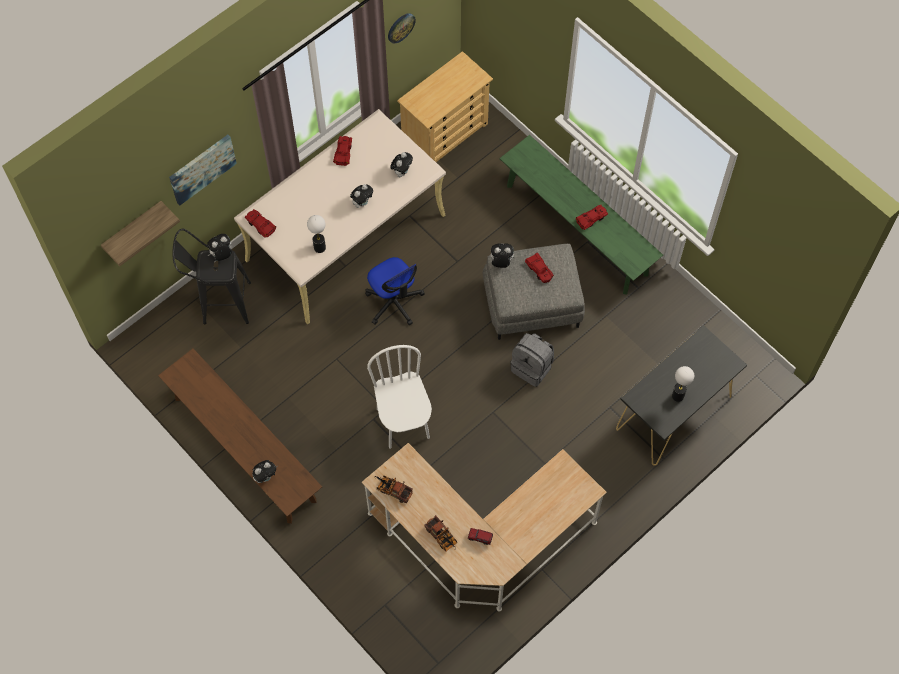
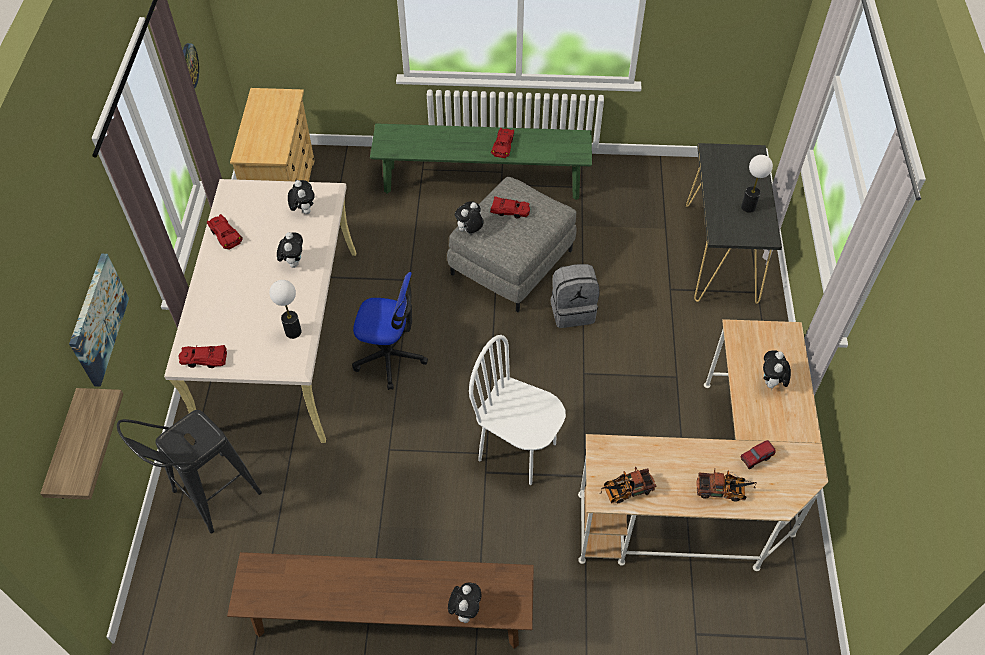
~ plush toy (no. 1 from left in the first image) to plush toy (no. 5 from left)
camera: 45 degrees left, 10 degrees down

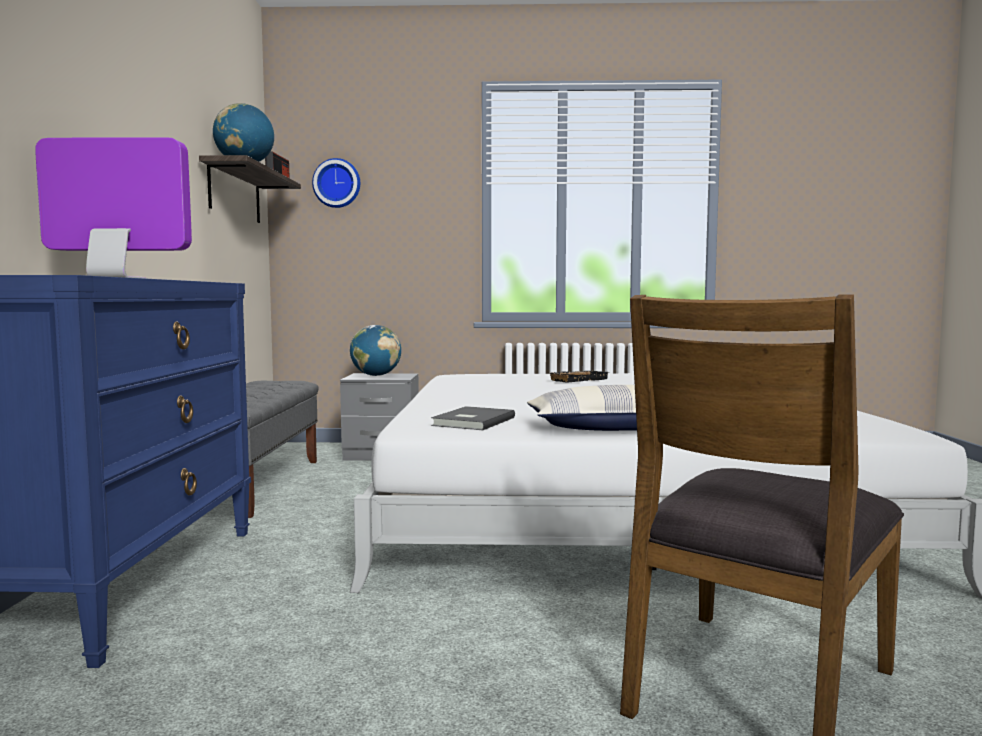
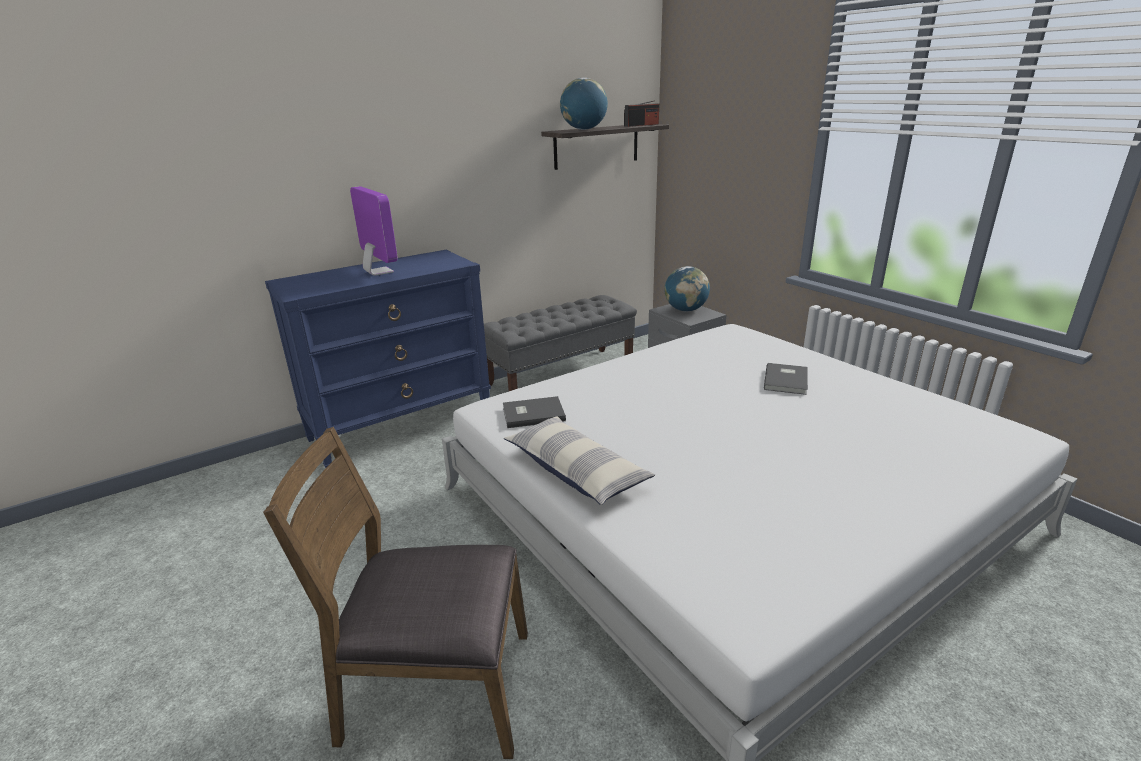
- wall clock
~ black tray to grey book (no. 2 from left)
camera: 55 degrees right, 20 degrees up

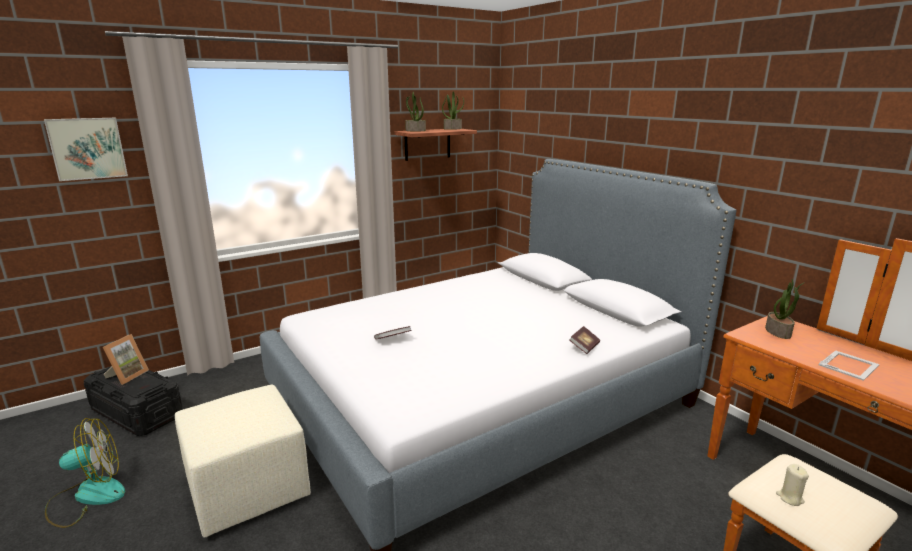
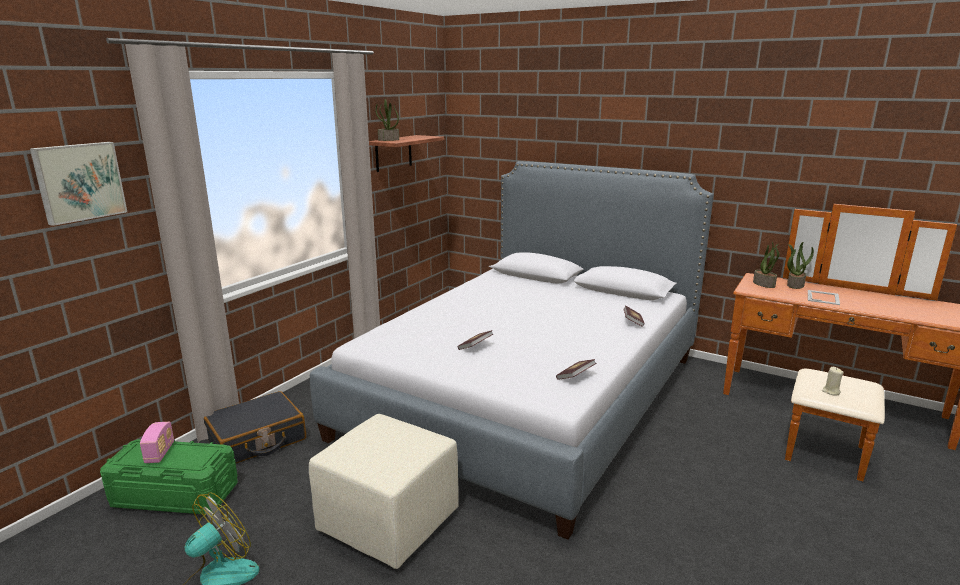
~ black storage box to green storage box
~ picture frame (no. 1 from left) to radio
~ potted plant (no. 2 from left in the first image) to potted plant (no. 3 from left)
+ black suitcase
+ book (no. 2 from left)
camera: 25 degrees left, 0 degrees up

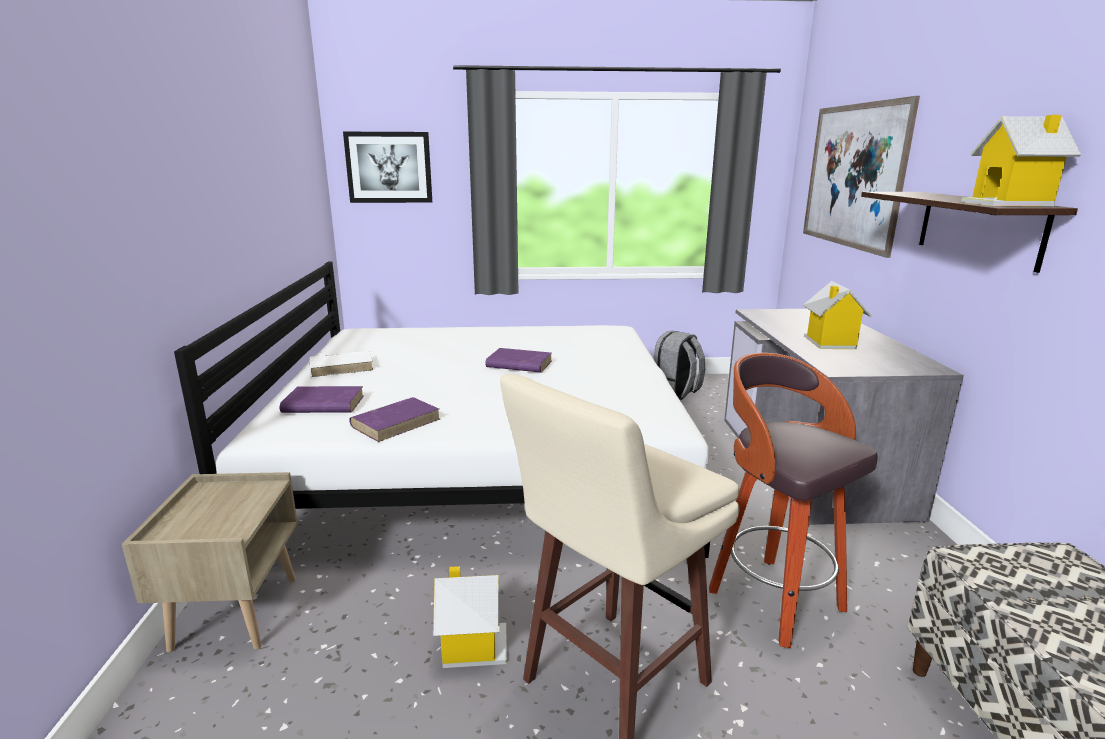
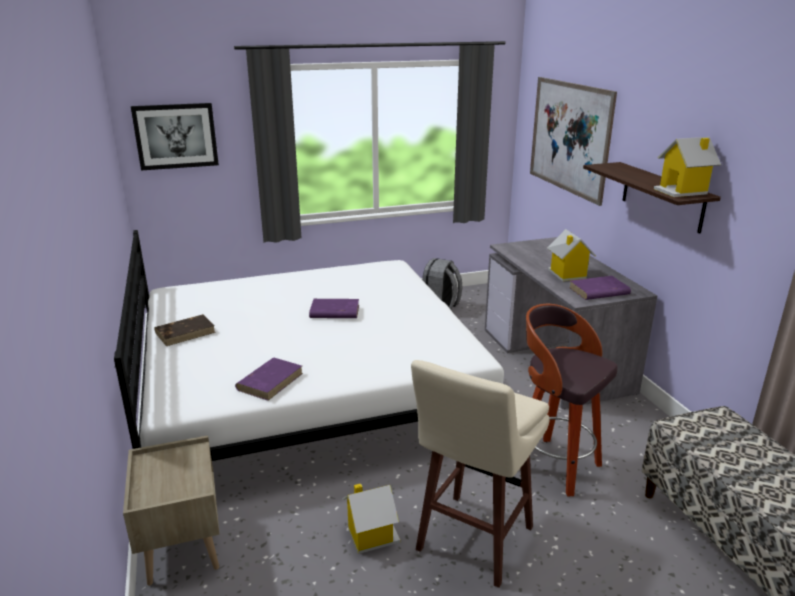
~ purple book (no. 1 from left in the first image) to purple book (no. 3 from left)
~ white book to brown book
camera: 15 degrees left, 5 degrees up

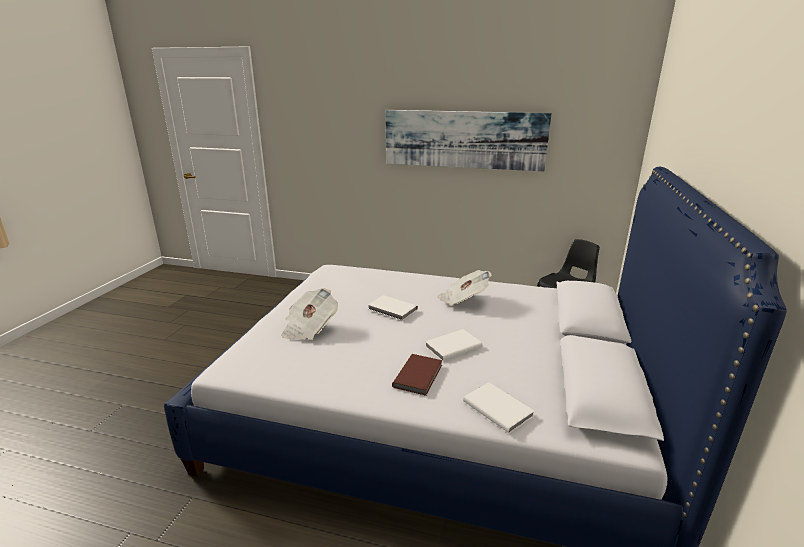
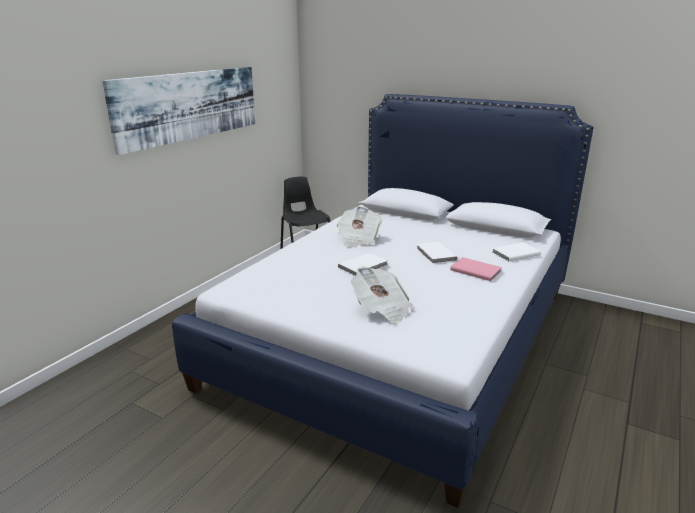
~ brown book to pink book
camera: 75 degrees left, 0 degrees up

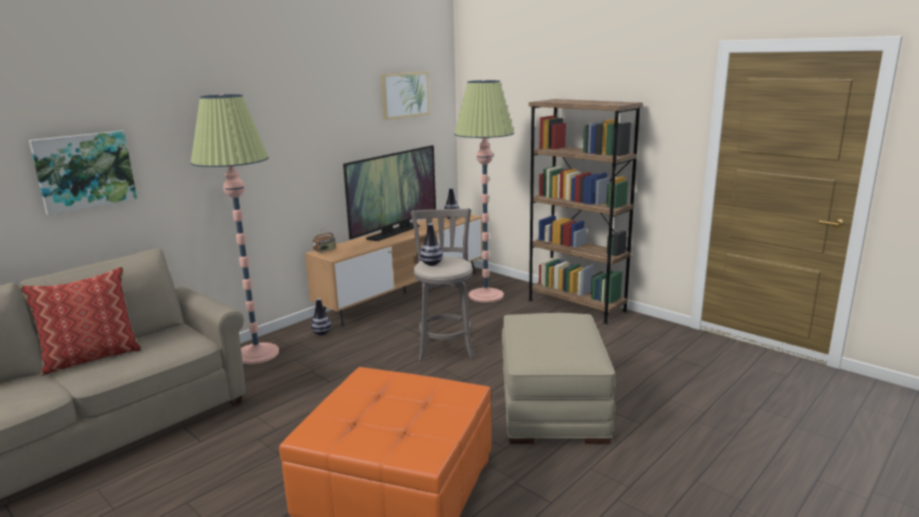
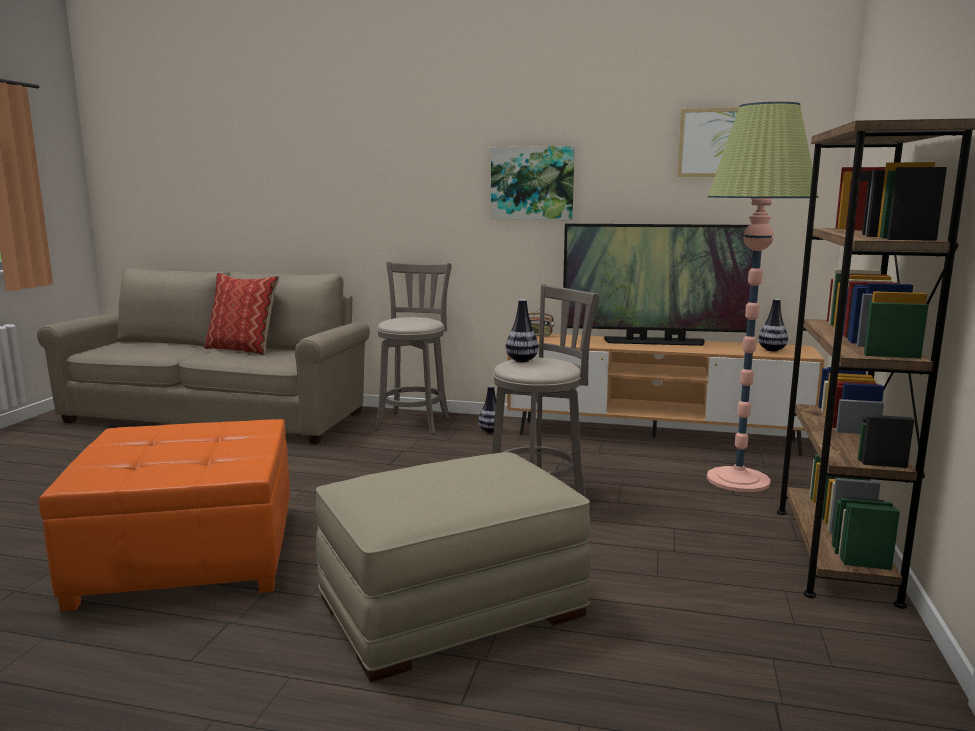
~ picture (no. 1 from left)
~ floor lamp (no. 1 from left) to grey stool (no. 1 from left)
camera: 60 degrees right, 5 degrees down

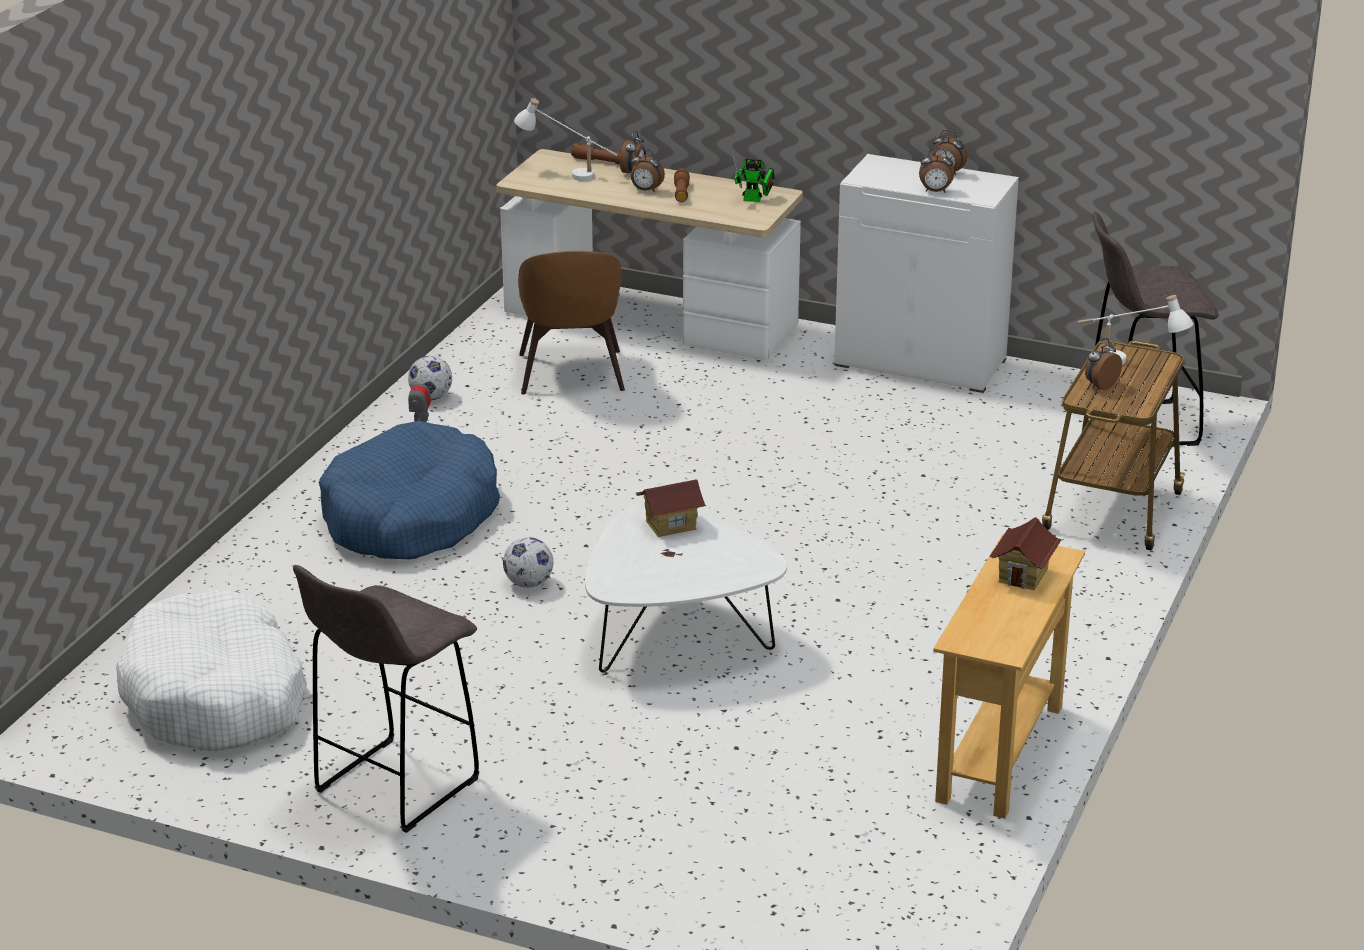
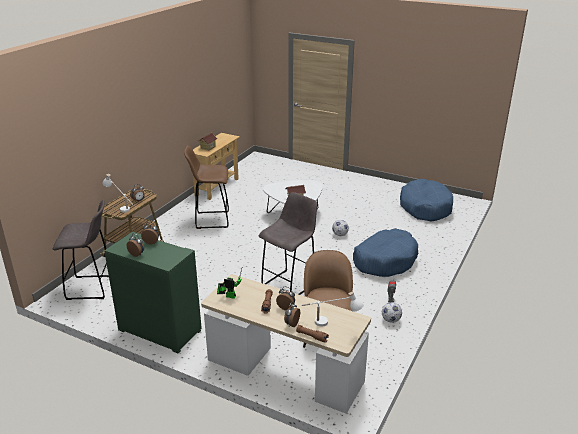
~ white dog bed to blue dog bed (no. 2 from left)
~ grey stool (no. 1 from left in the first image) to grey stool (no. 2 from left)
~ white cabinet to green cabinet
+ brown stool
camera: 175 degrees left, 0 degrees up

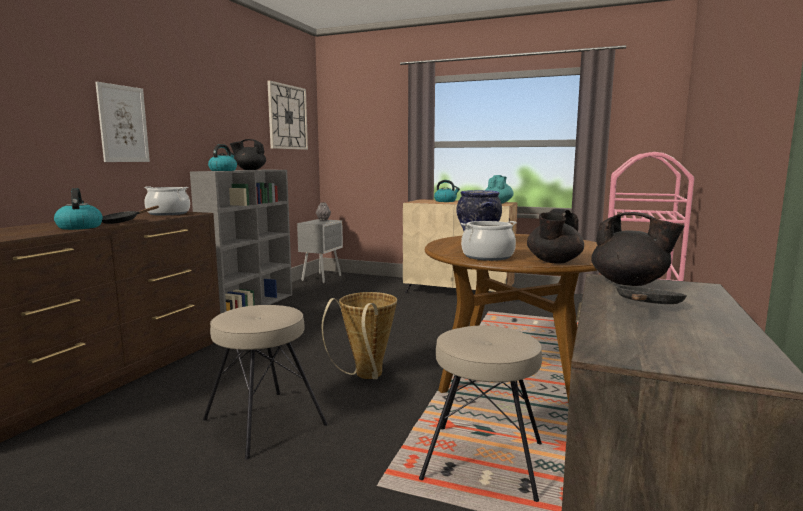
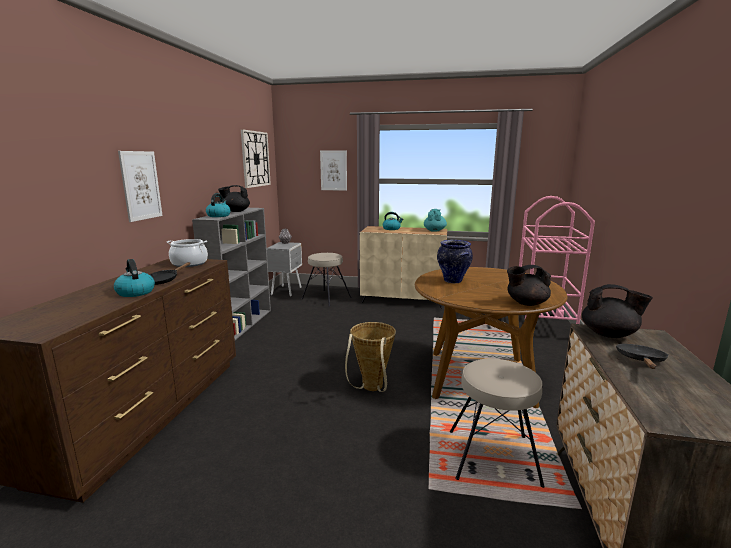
~ beige stool (no. 1 from left)
- cooking pot (no. 2 from left)
~ black teapot (no. 2 from left) 60 degrees clockwise
+ picture (no. 2 from left)
camera: 10 degrees left, 5 degrees up

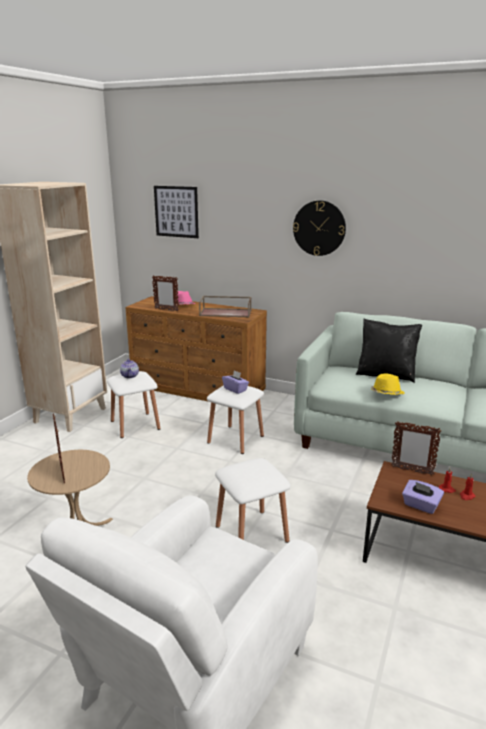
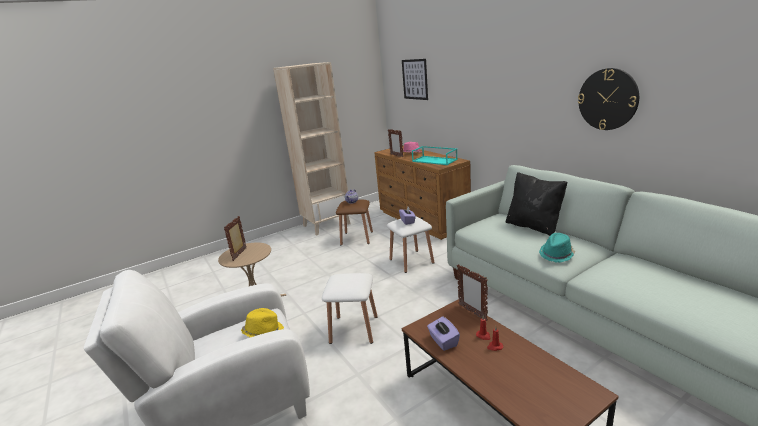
~ white stool (no. 1 from left) to brown stool
~ brown tray to turquoise tray
~ wall clock
~ yellow hat
+ turquoise hat
camera: 35 degrees right, 0 degrees up

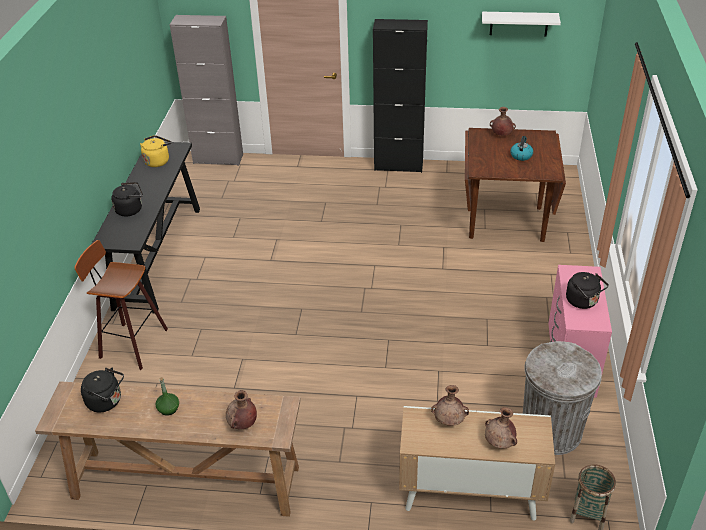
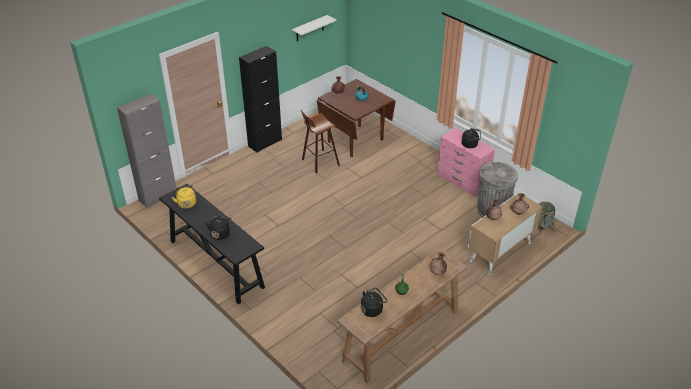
~ stool
camera: 50 degrees left, 0 degrees up

